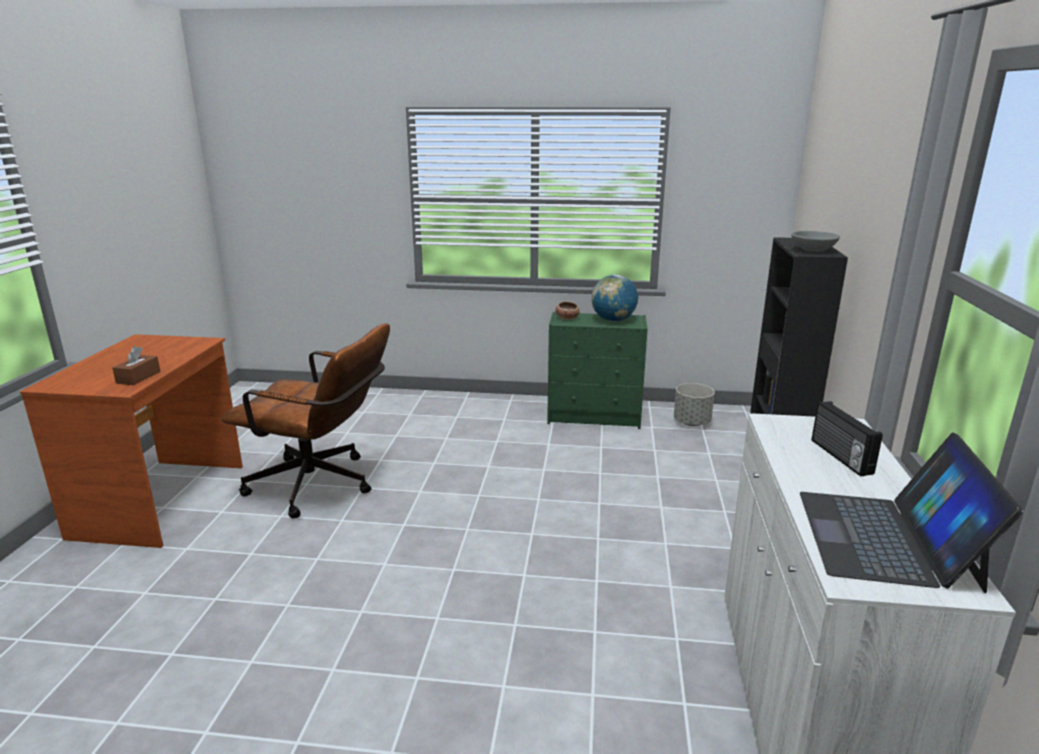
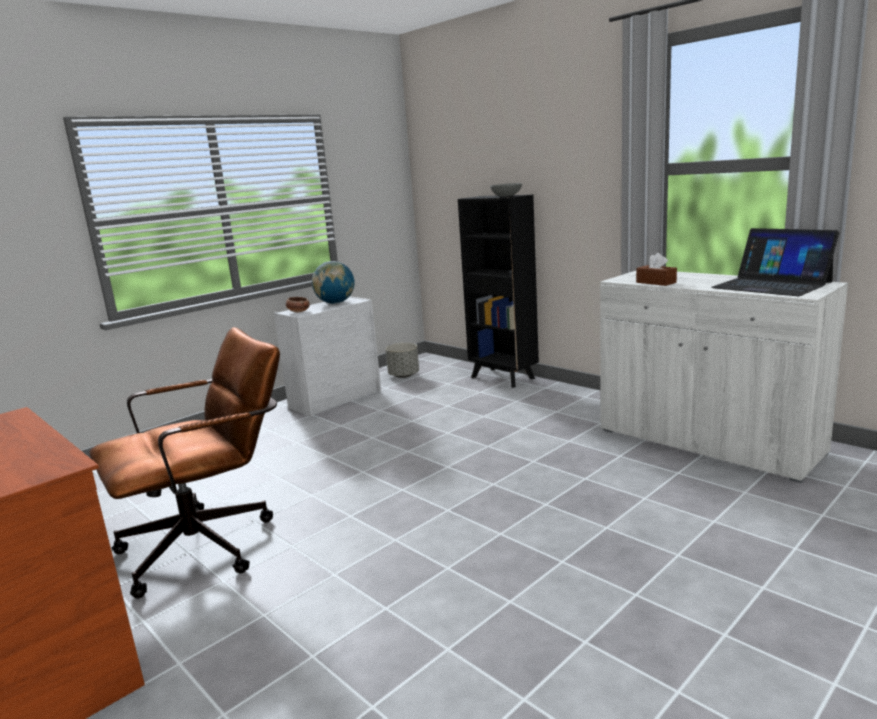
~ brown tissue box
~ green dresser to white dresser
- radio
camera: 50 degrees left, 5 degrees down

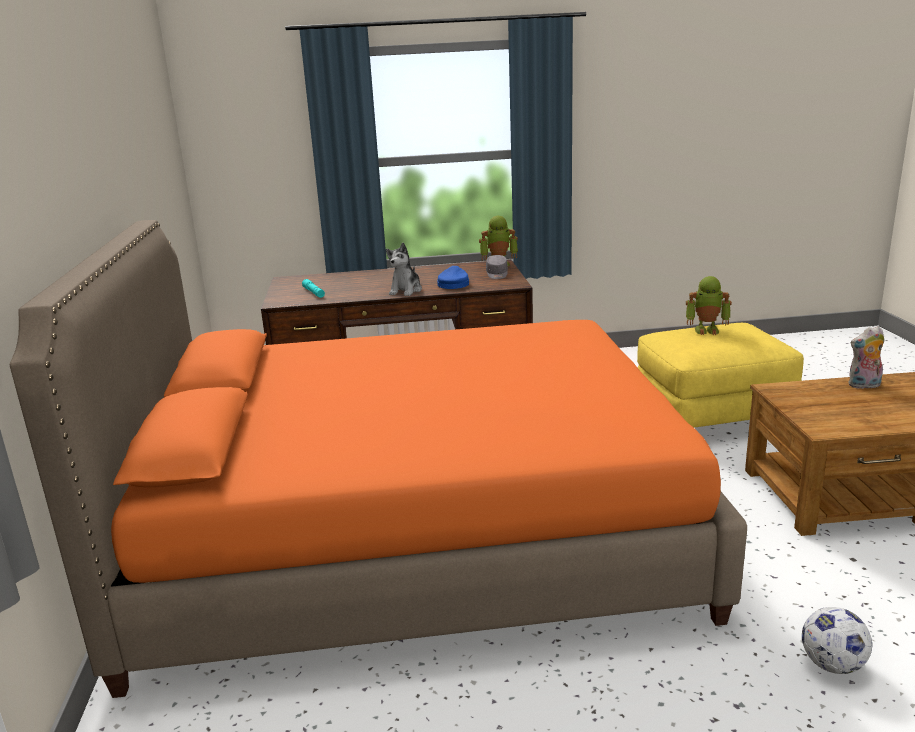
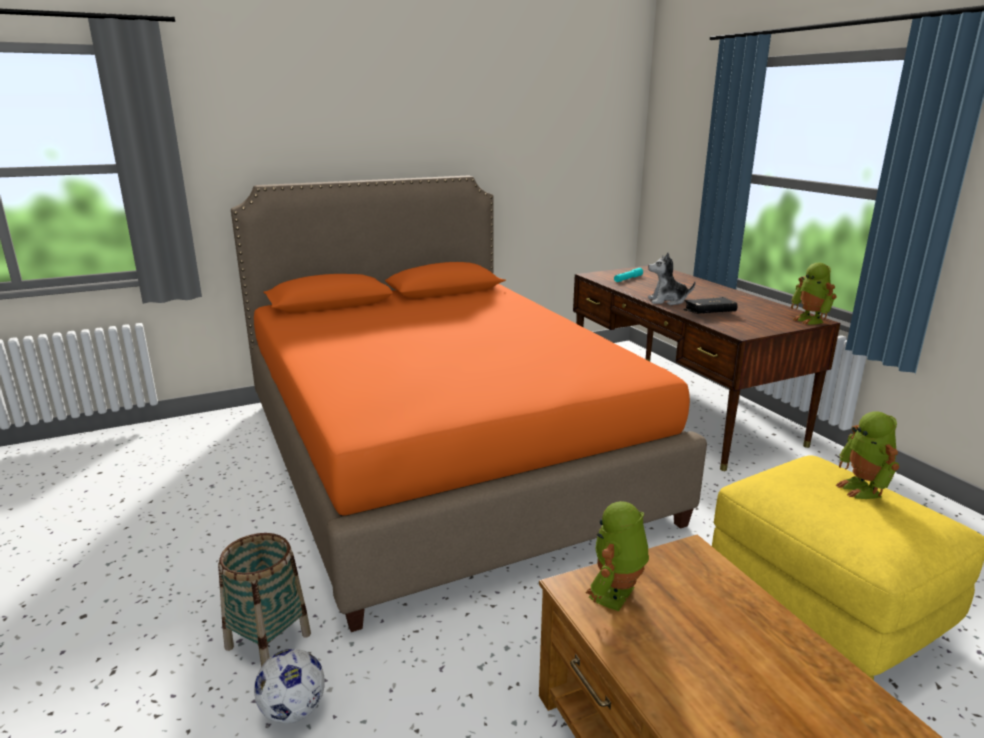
~ blue cap to black book
- grey cap
- plush toy (no. 2 from left)
+ basket
+ toy robot (no. 1 from left)
camera: 70 degrees right, 0 degrees up

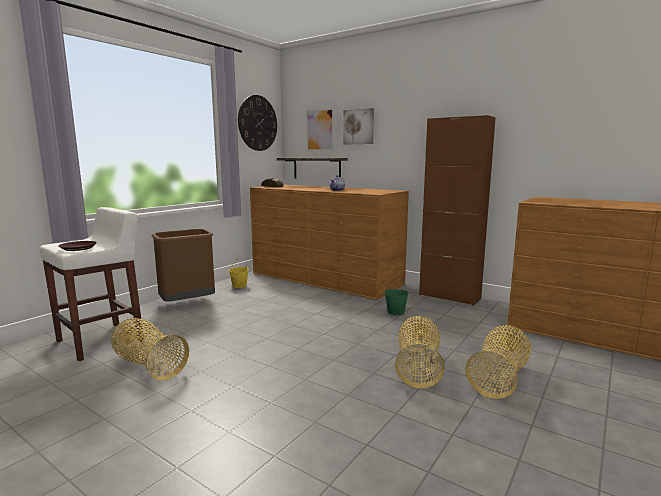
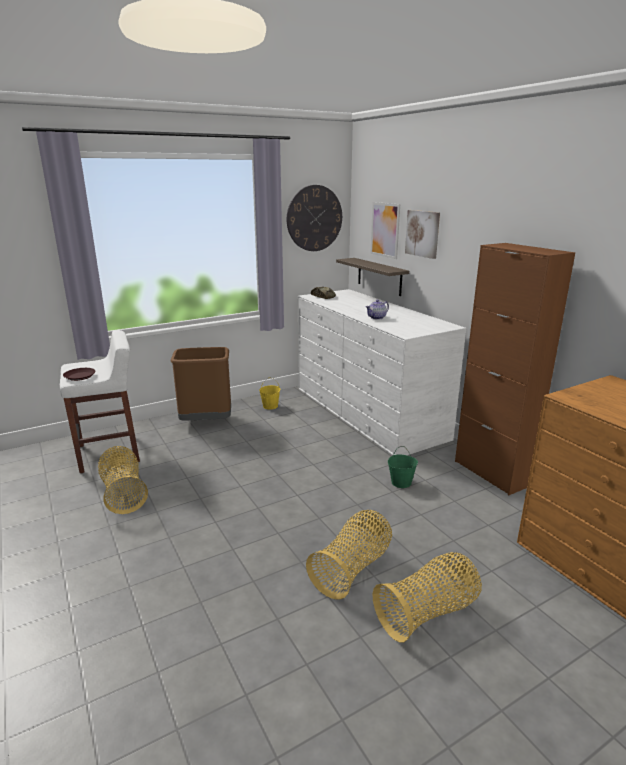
~ brown dresser (no. 1 from left) to white dresser
camera: 25 degrees right, 10 degrees up

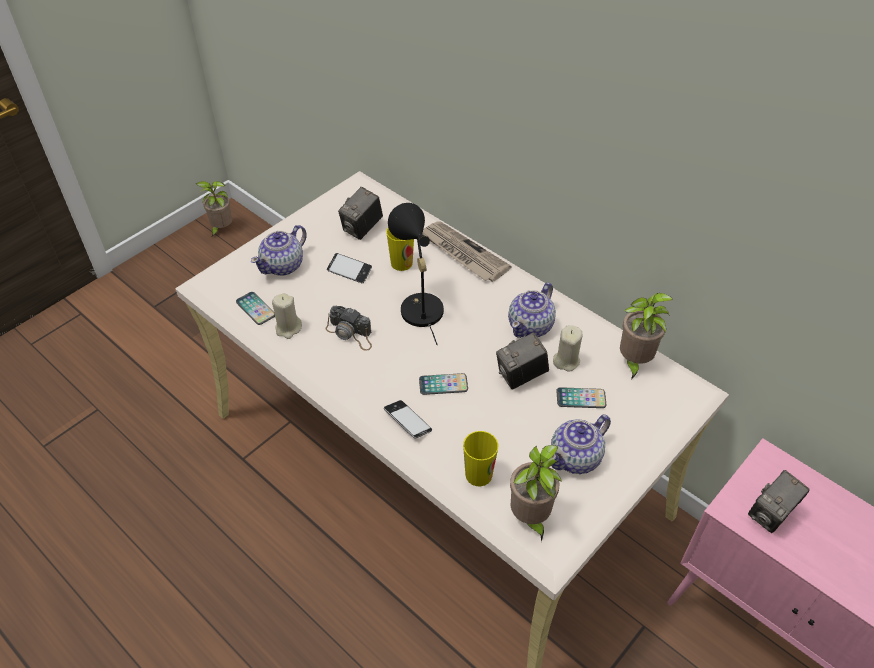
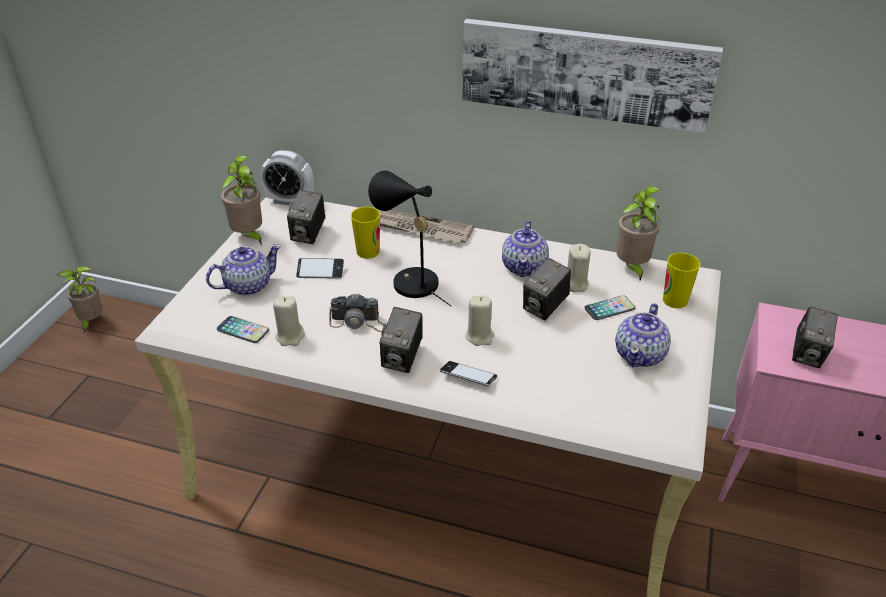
~ teapot (no. 1 from left) 135 degrees counterclockwise
~ phone (no. 4 from left) to beige candle (no. 2 from left)
~ cup (no. 2 from left)
~ potted plant (no. 2 from left)
+ alarm clock
+ photo camera (no. 3 from left)
+ picture
camera: 25 degrees left, 10 degrees down

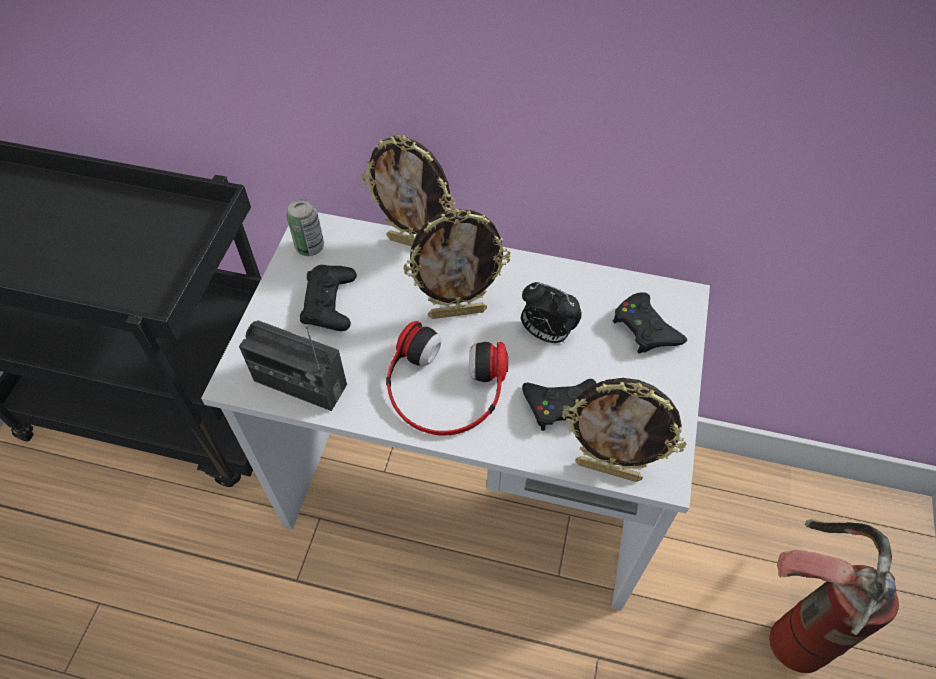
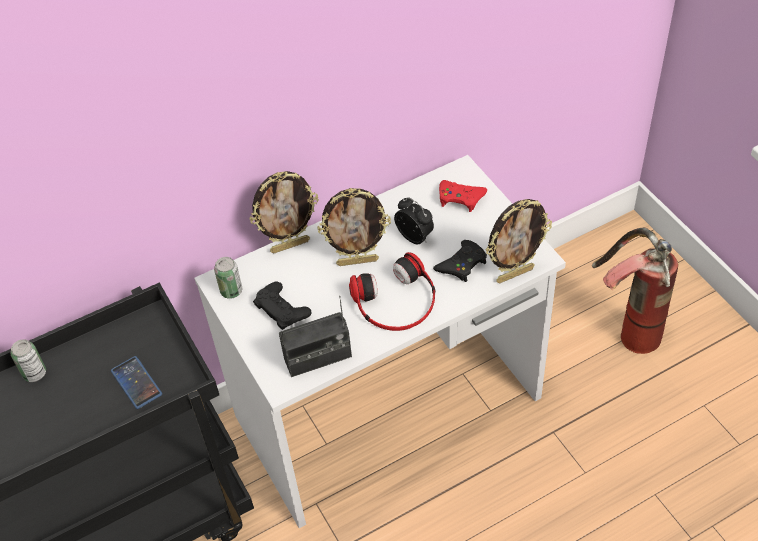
~ picture frame (no. 2 from left) 45 degrees clockwise
~ alarm clock 120 degrees counterclockwise
~ black game controller (no. 3 from left) to red game controller
+ can (no. 1 from left)
+ phone
camera: 40 degrees left, 5 degrees down

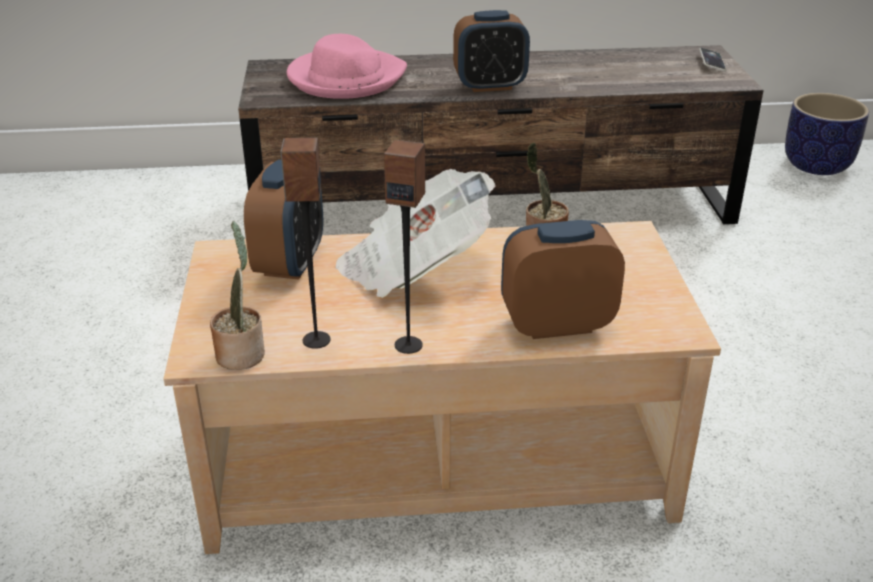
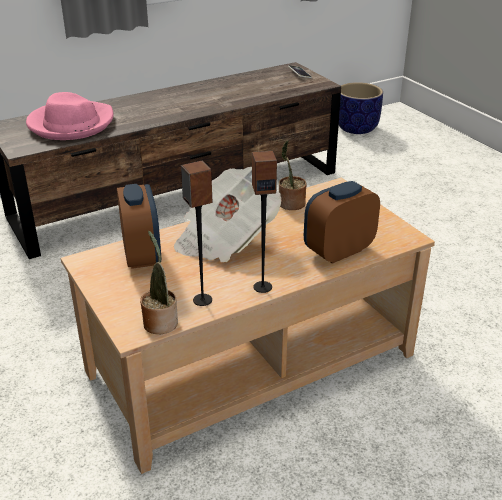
- alarm clock (no. 2 from left)
camera: 25 degrees left, 0 degrees up

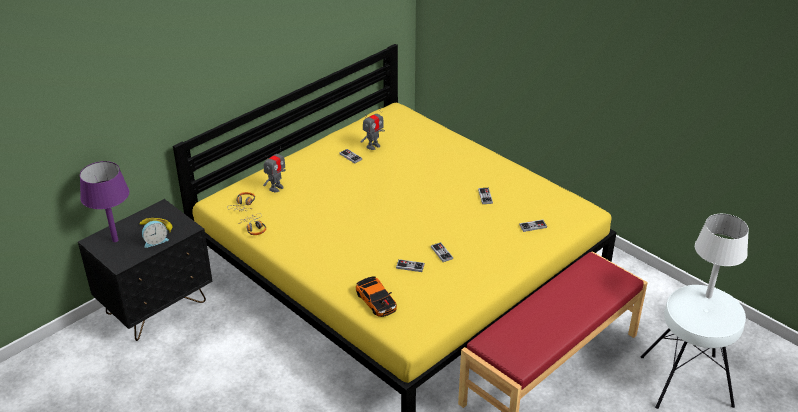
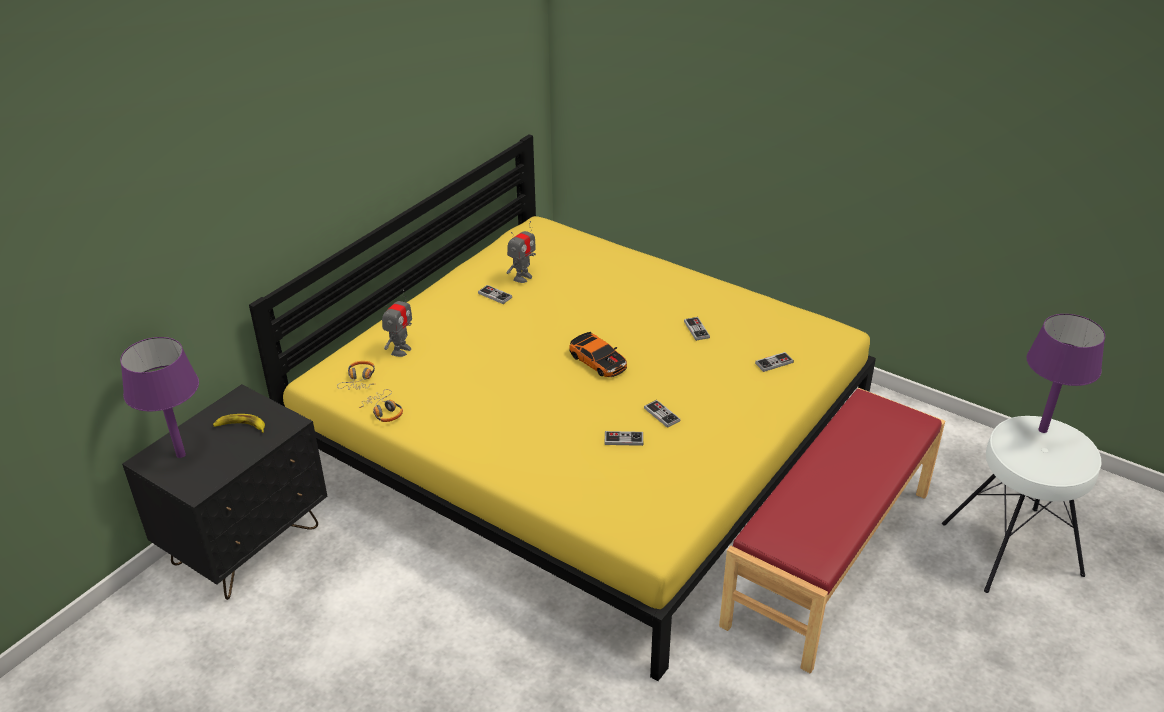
- alarm clock
~ toy car
~ white table lamp to purple table lamp (no. 2 from left)
camera: 10 degrees left, 0 degrees up

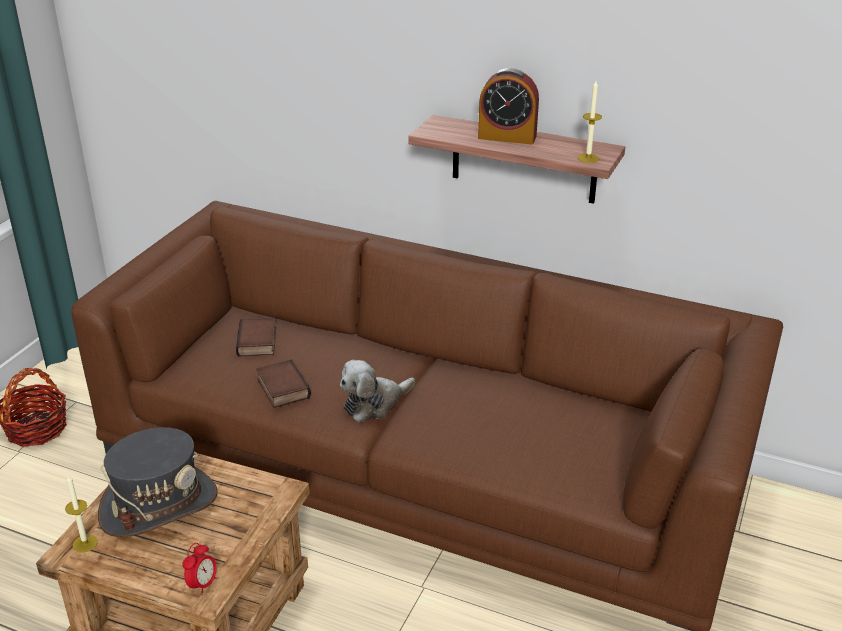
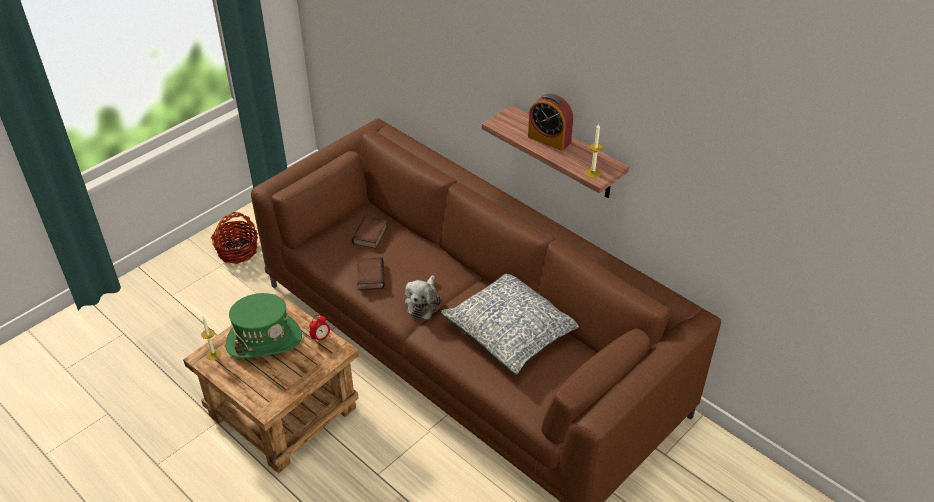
~ grey hat to green hat
~ alarm clock (no. 1 from left)
~ plush toy 60 degrees counterclockwise
+ pillow
camera: 20 degrees right, 10 degrees up

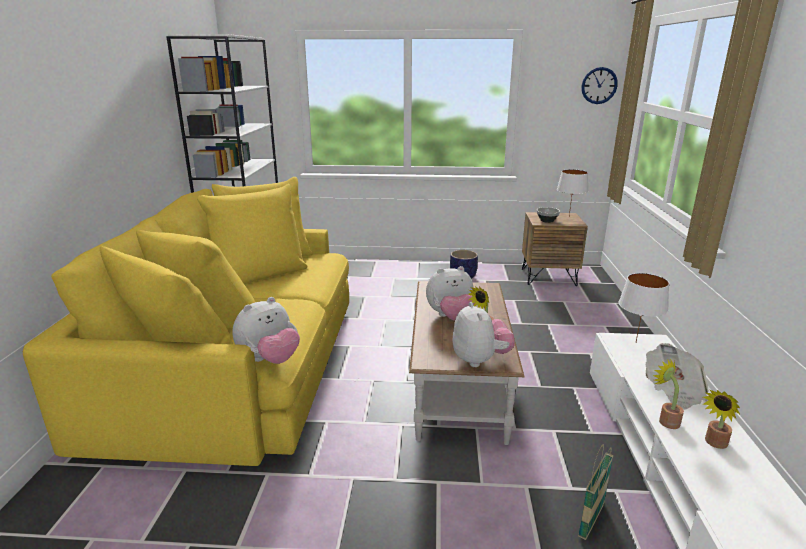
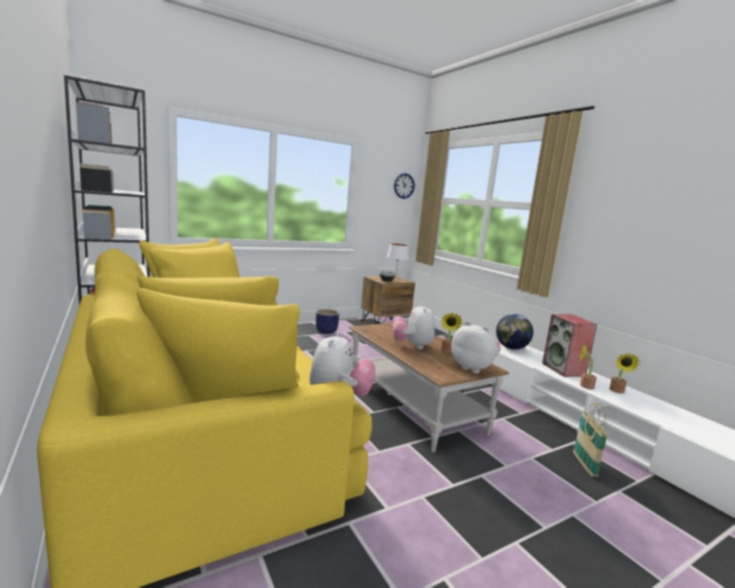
~ plush toy (no. 2 from left) 135 degrees clockwise
~ white table lamp (no. 2 from left) to globe
~ newspaper to speaker
camera: 35 degrees left, 10 degrees down

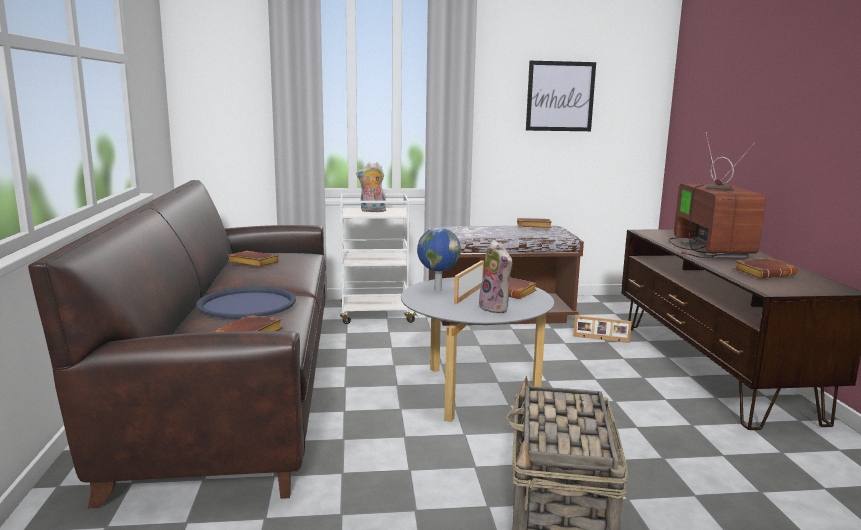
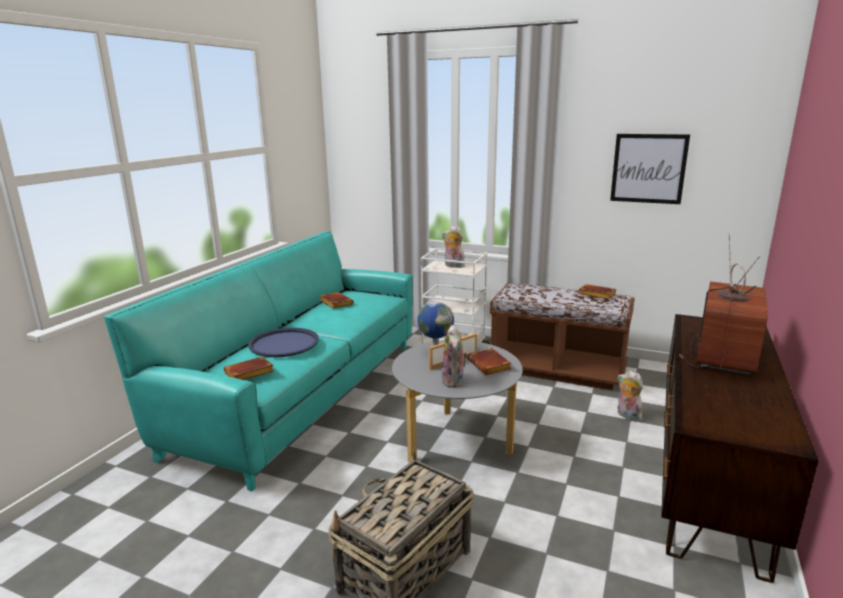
~ brown sofa to turquoise sofa
~ picture frame (no. 2 from left) to plush toy (no. 3 from left)
- brown book (no. 5 from left)
camera: 30 degrees right, 5 degrees up

